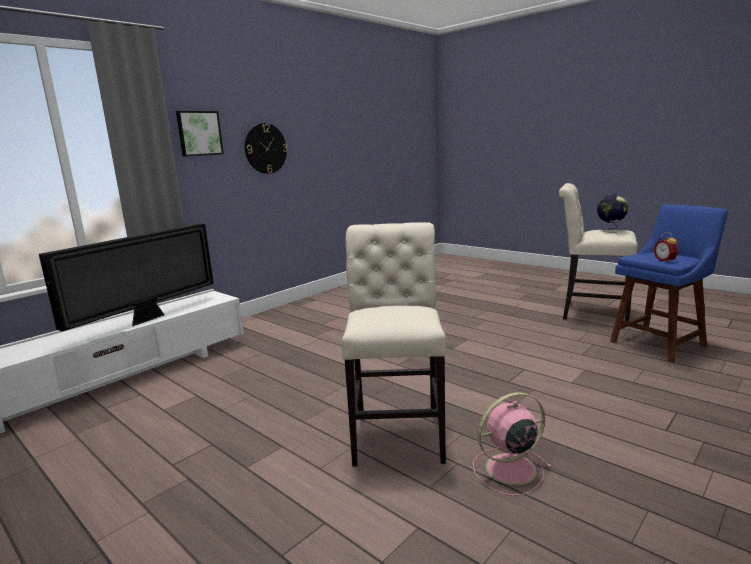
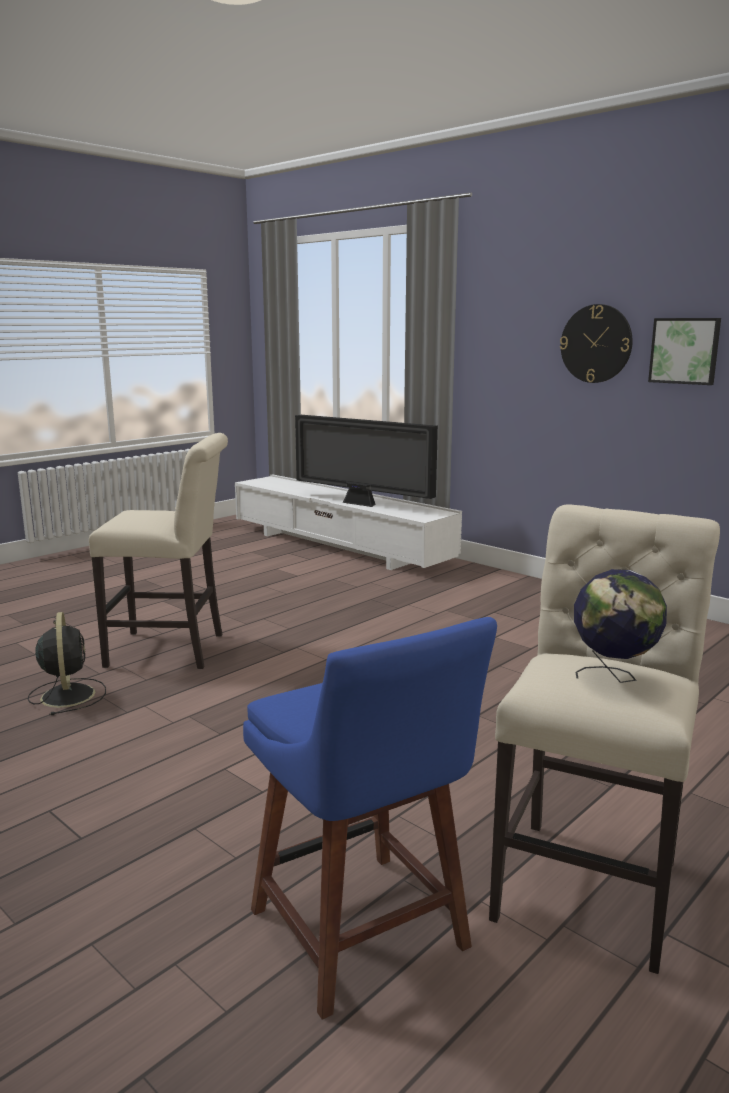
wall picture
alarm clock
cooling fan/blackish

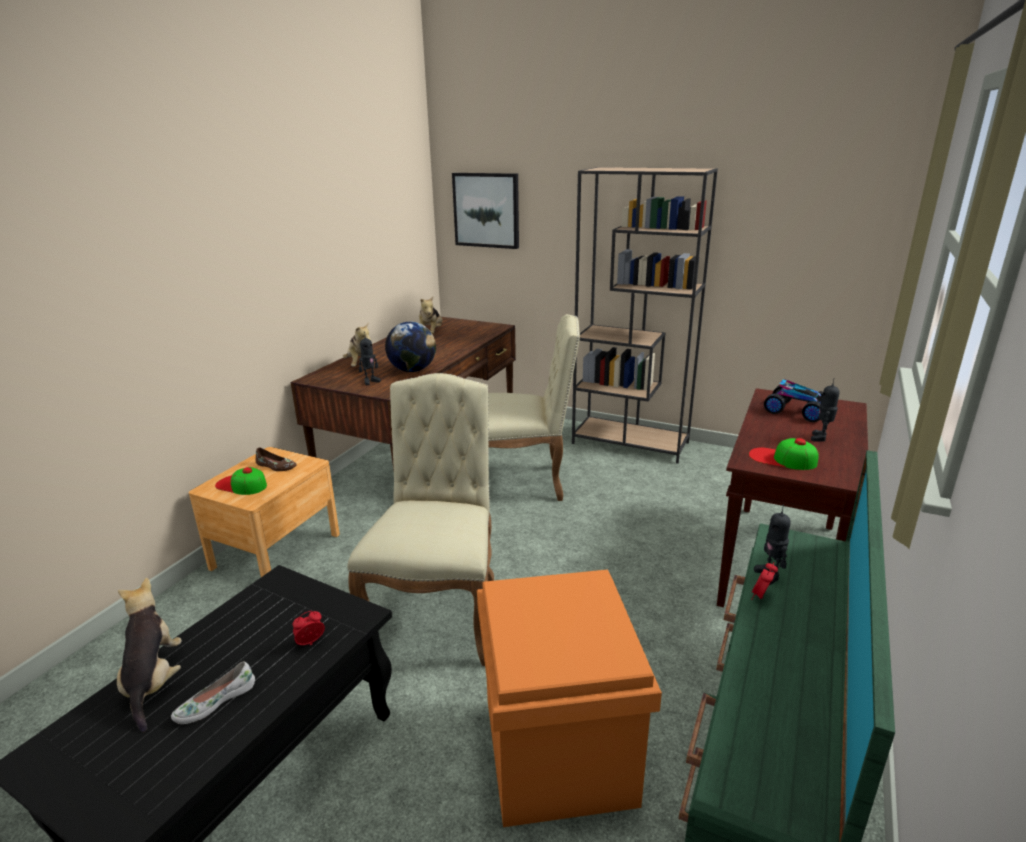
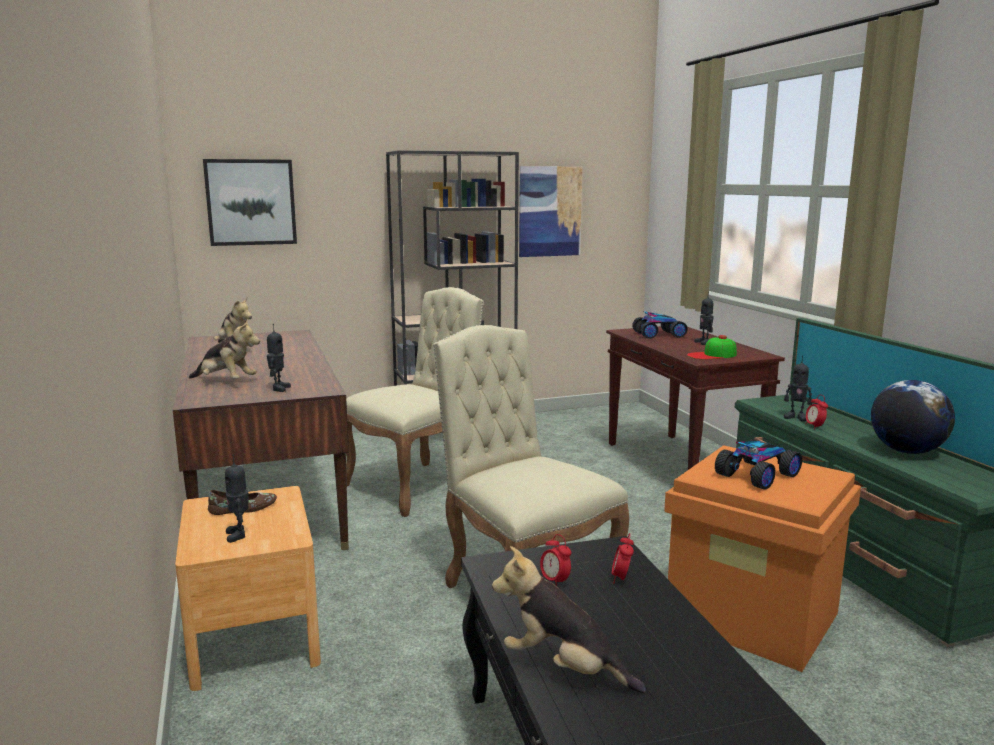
globe
toy robot (no. 1 from left)
shoe/white
wall picture (no. 2 from left)
model car (no. 2 from left)
alarm clock (no. 1 from left)

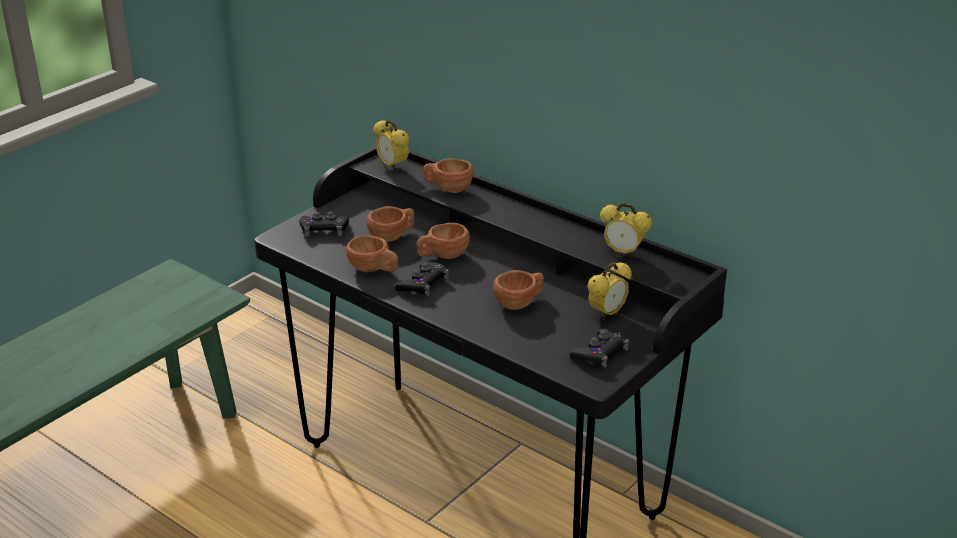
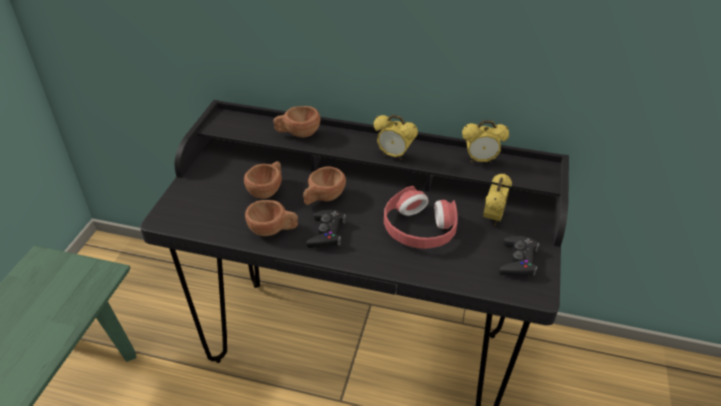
alarm clock (no. 1 from left)
joypad/blackish (no. 1 from left in the first image)
headset/red

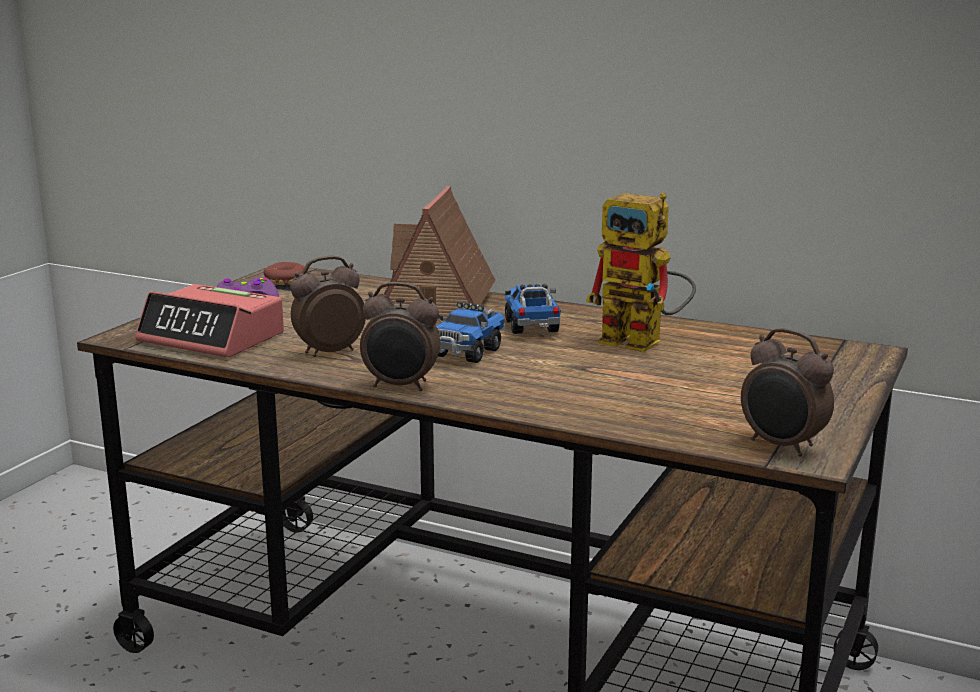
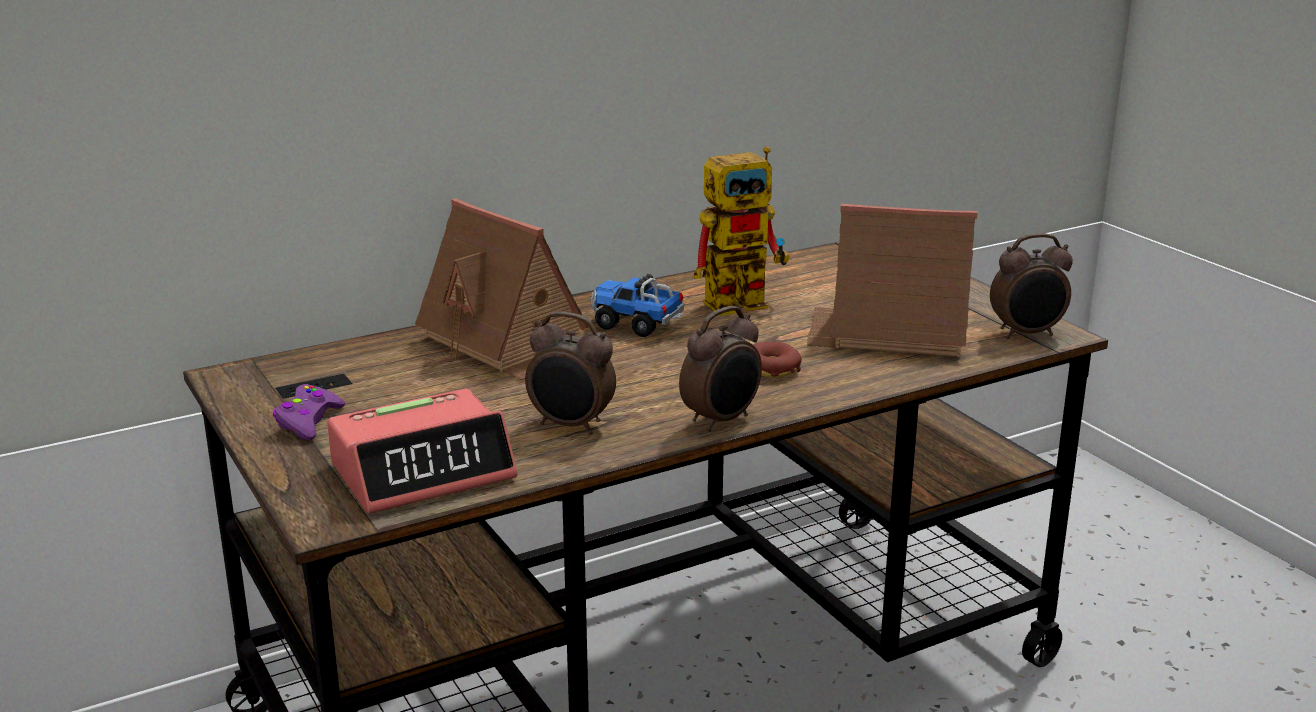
alarm clock (no. 2 from left)
ring doughnut
model truck (no. 1 from left in the first image)
model house (no. 2 from left)

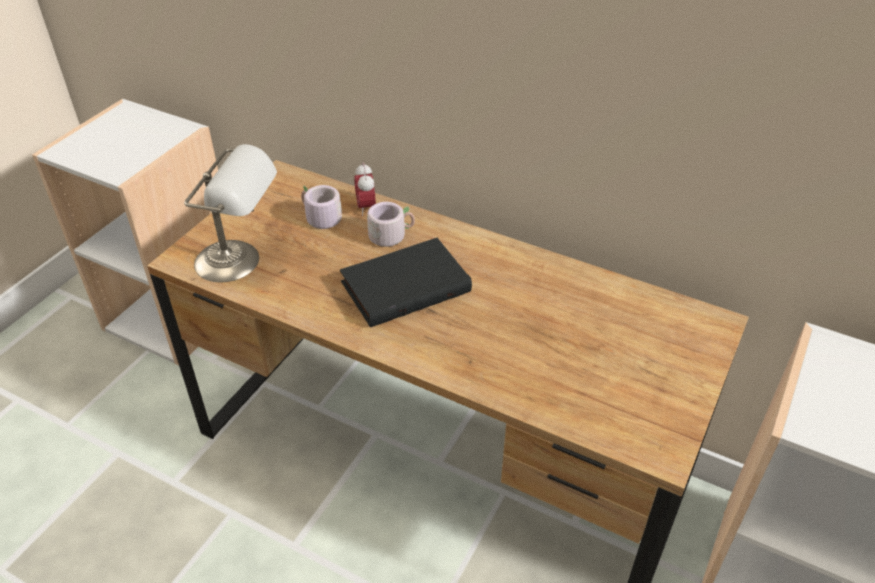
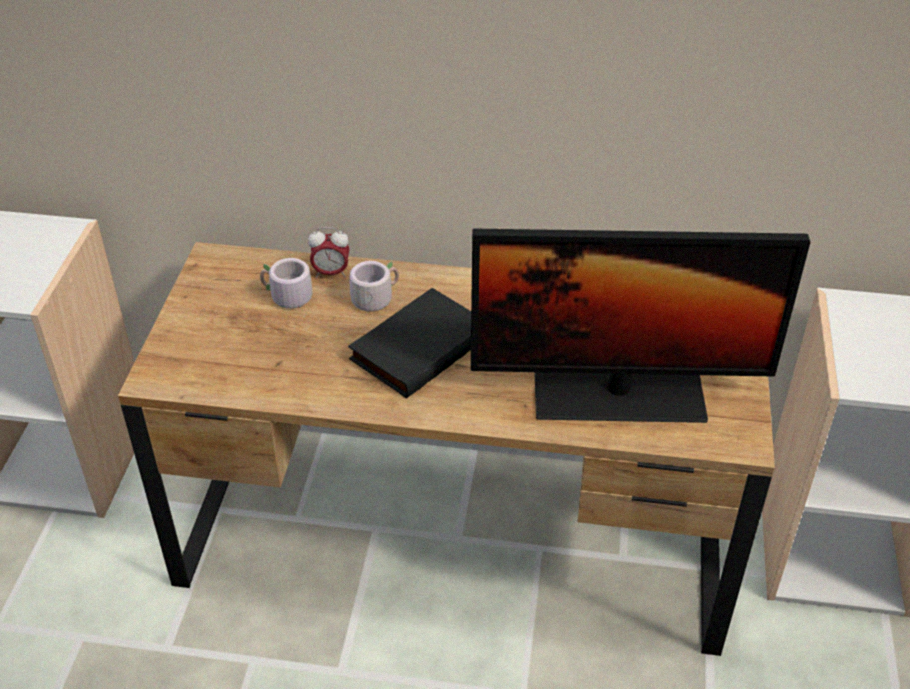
tabletop lamp/white
alarm clock
monitor

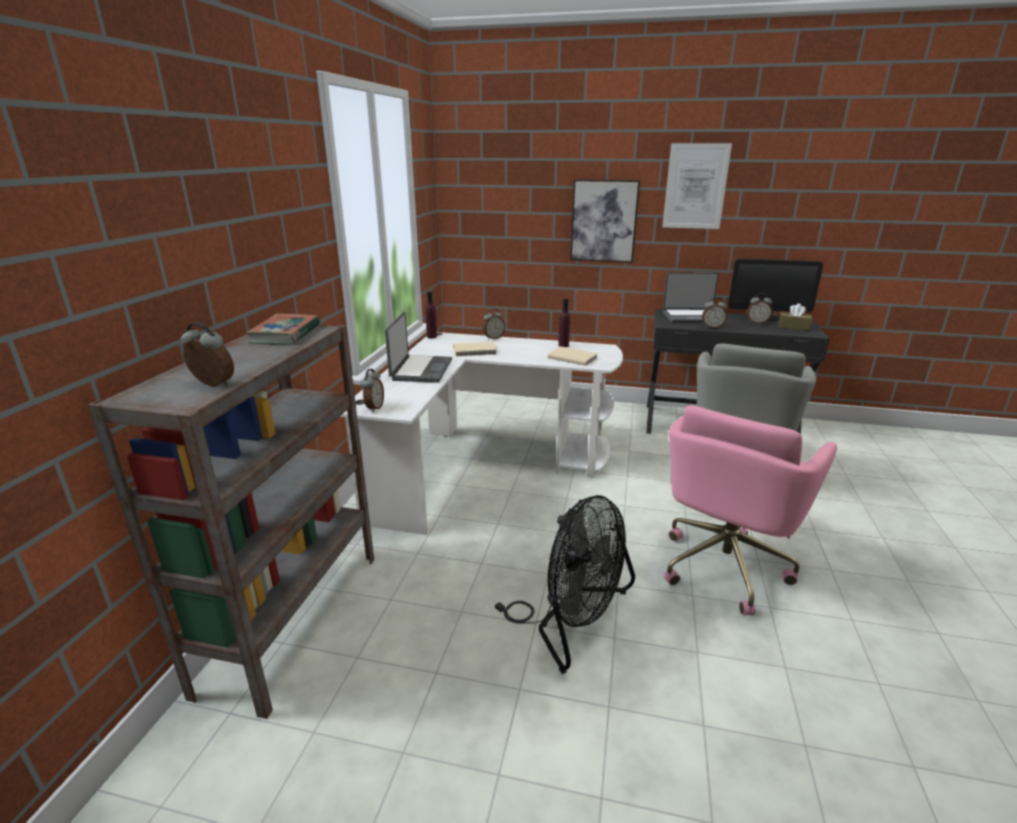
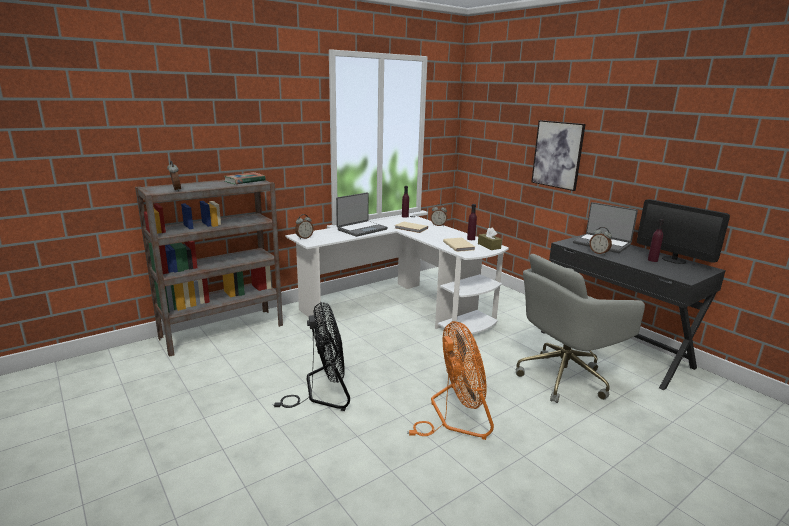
wall picture (no. 2 from left in the first image)
beverage bottle/purple-coloured (no. 3 from left)
tissue holder/brownish
cooling fan/orange
cooling fan/blackish

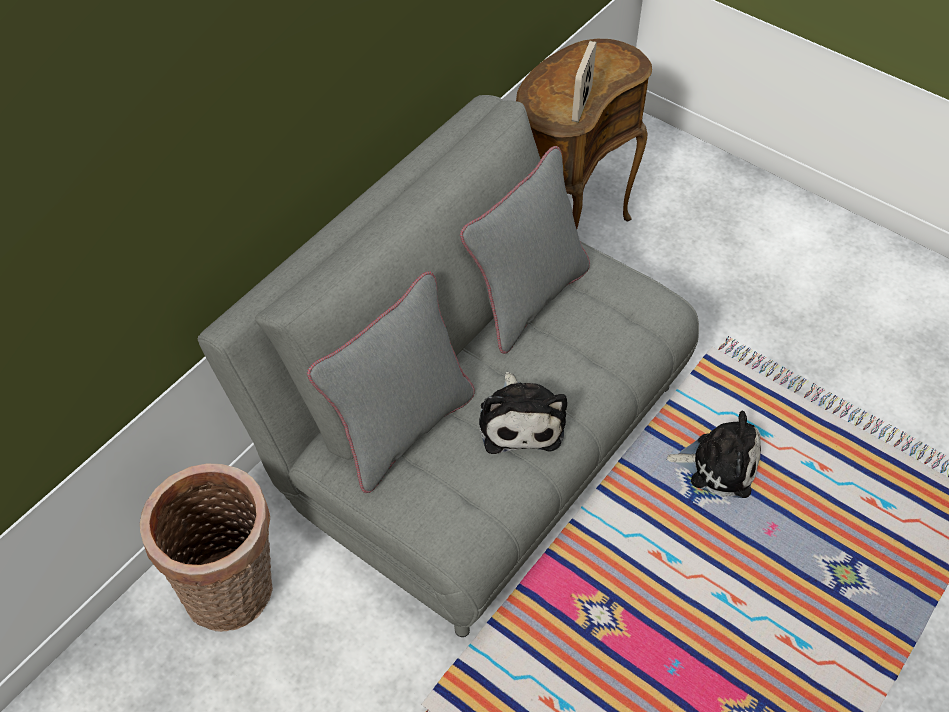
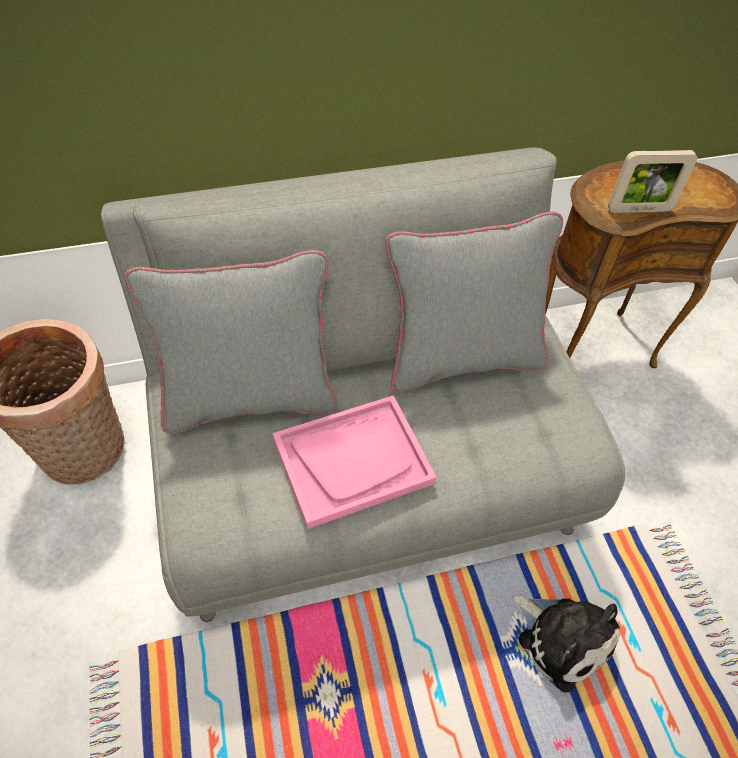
standing frame
serving tray/pinkish

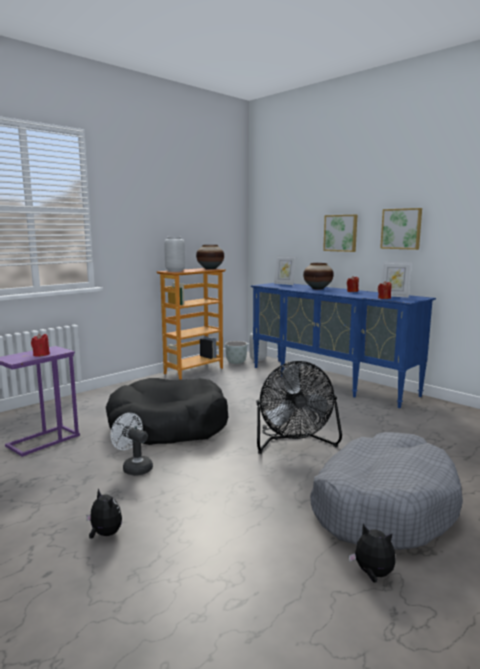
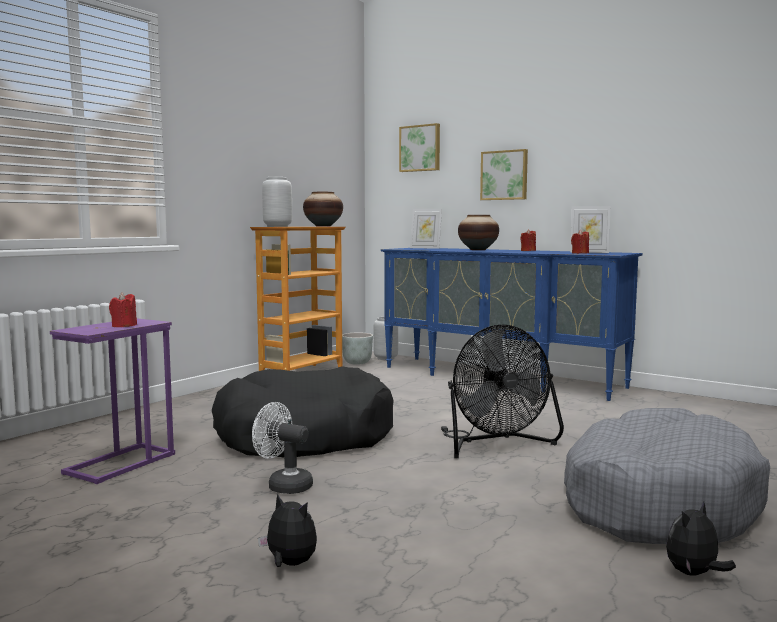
wall picture (no. 1 from left)
soft toy (no. 2 from left)

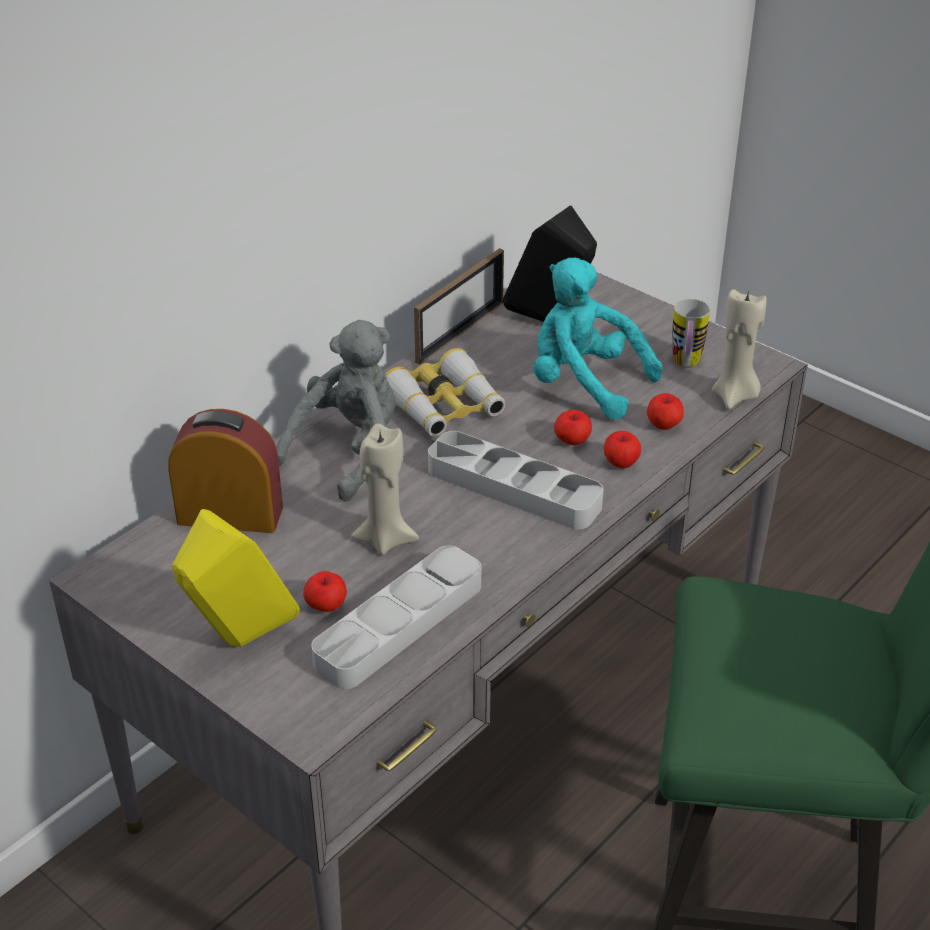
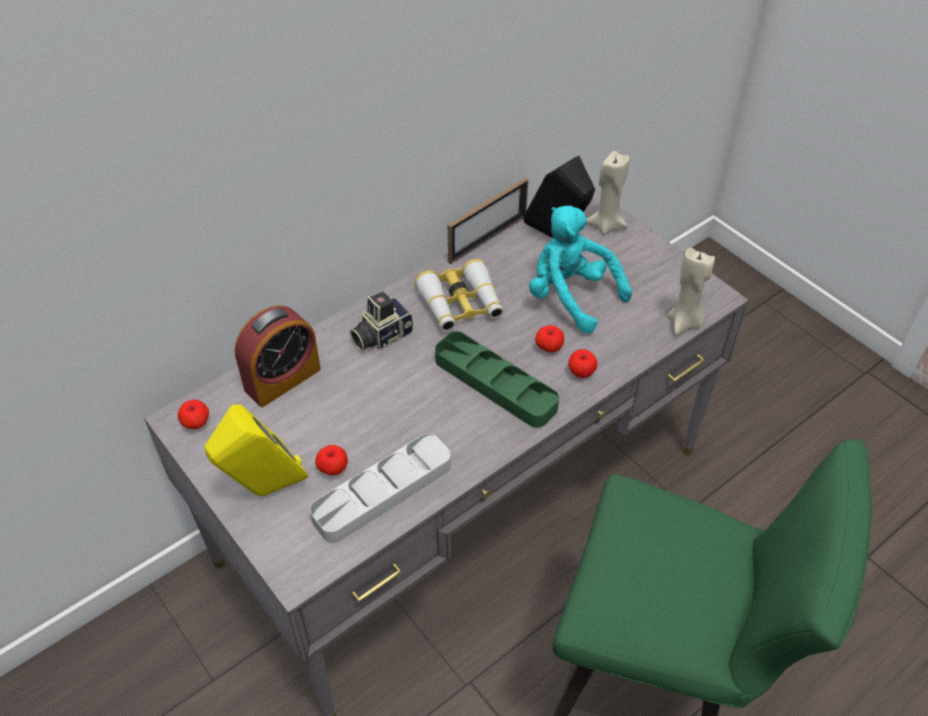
coffee mug
still camera
apple fruit (no. 1 from left)
alarm clock
wax light/sand-coloured (no. 1 from left)
serving tray/green

